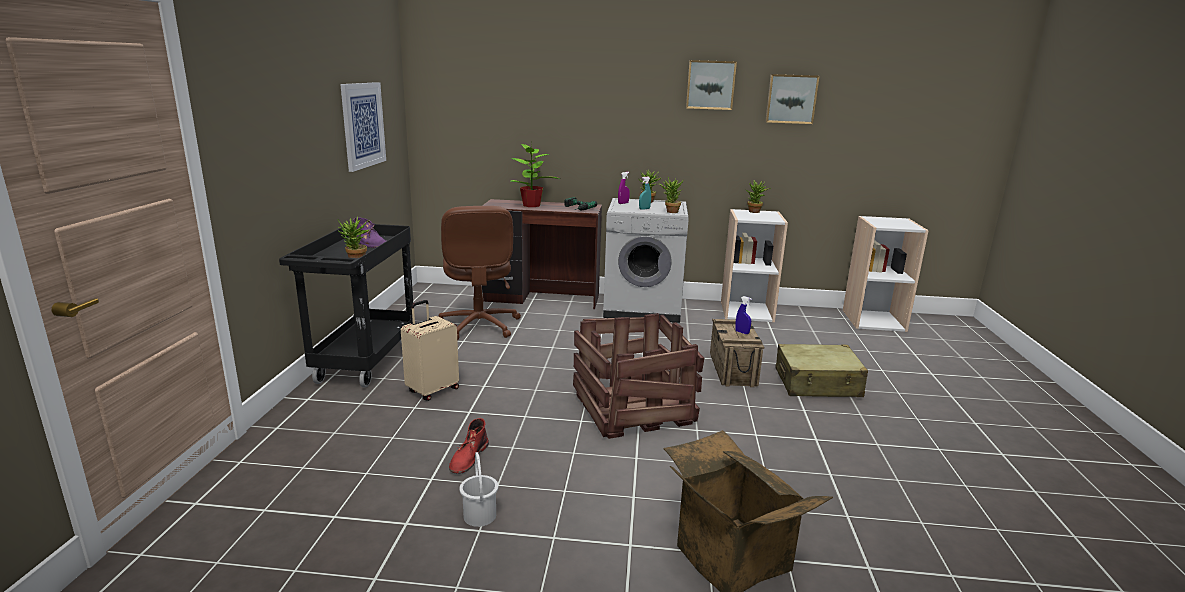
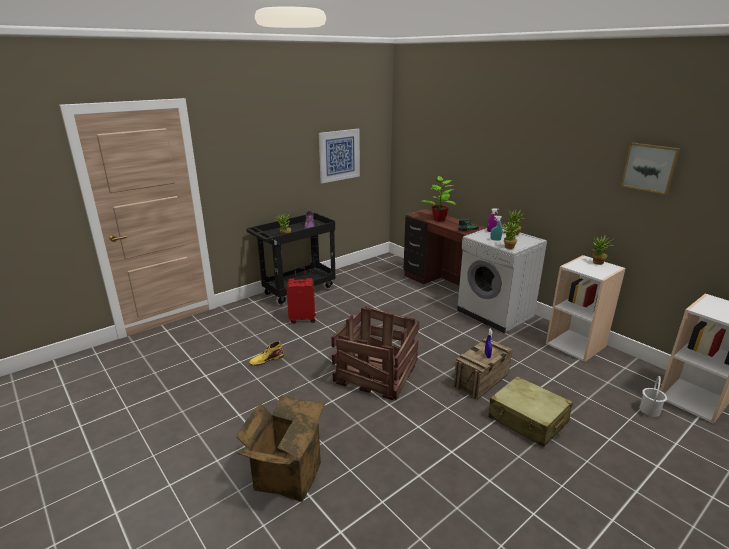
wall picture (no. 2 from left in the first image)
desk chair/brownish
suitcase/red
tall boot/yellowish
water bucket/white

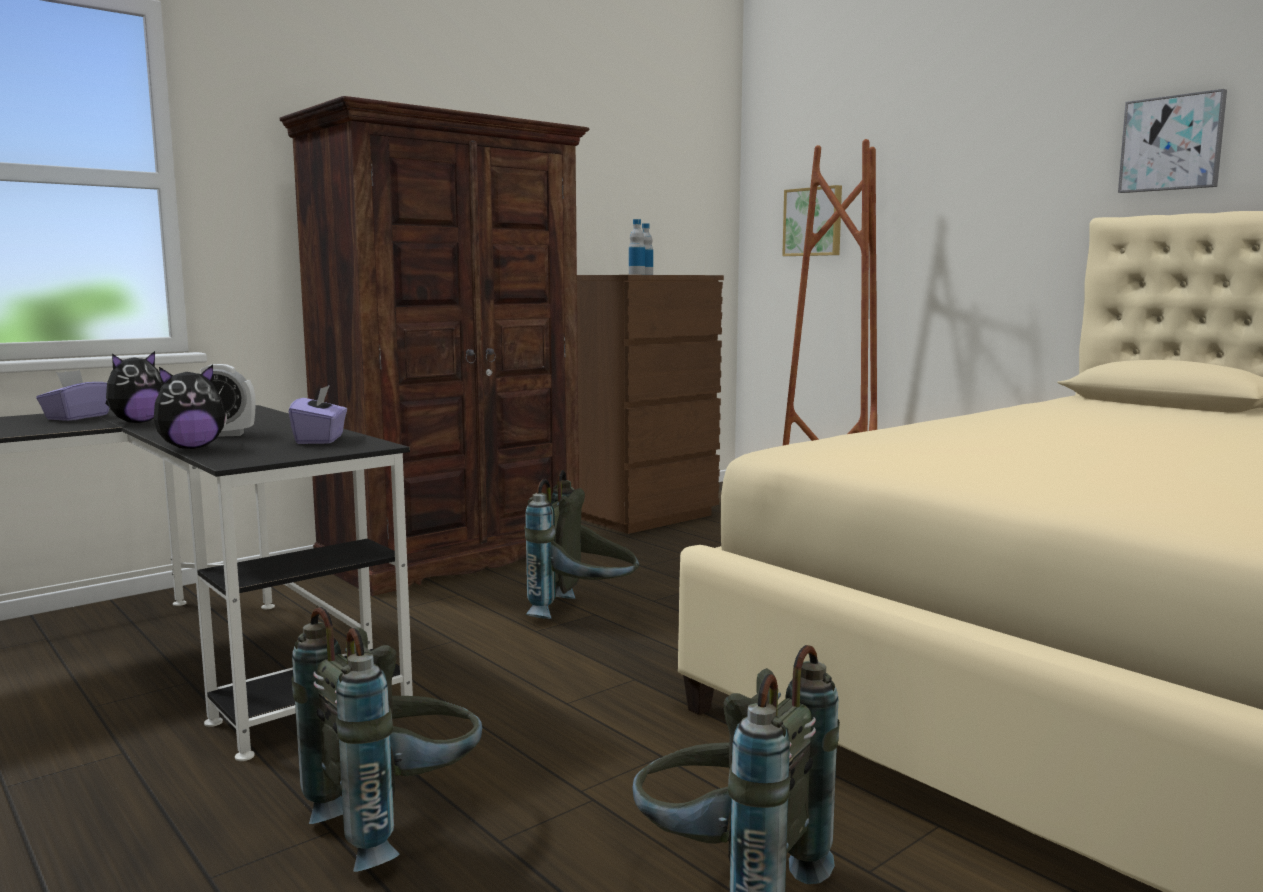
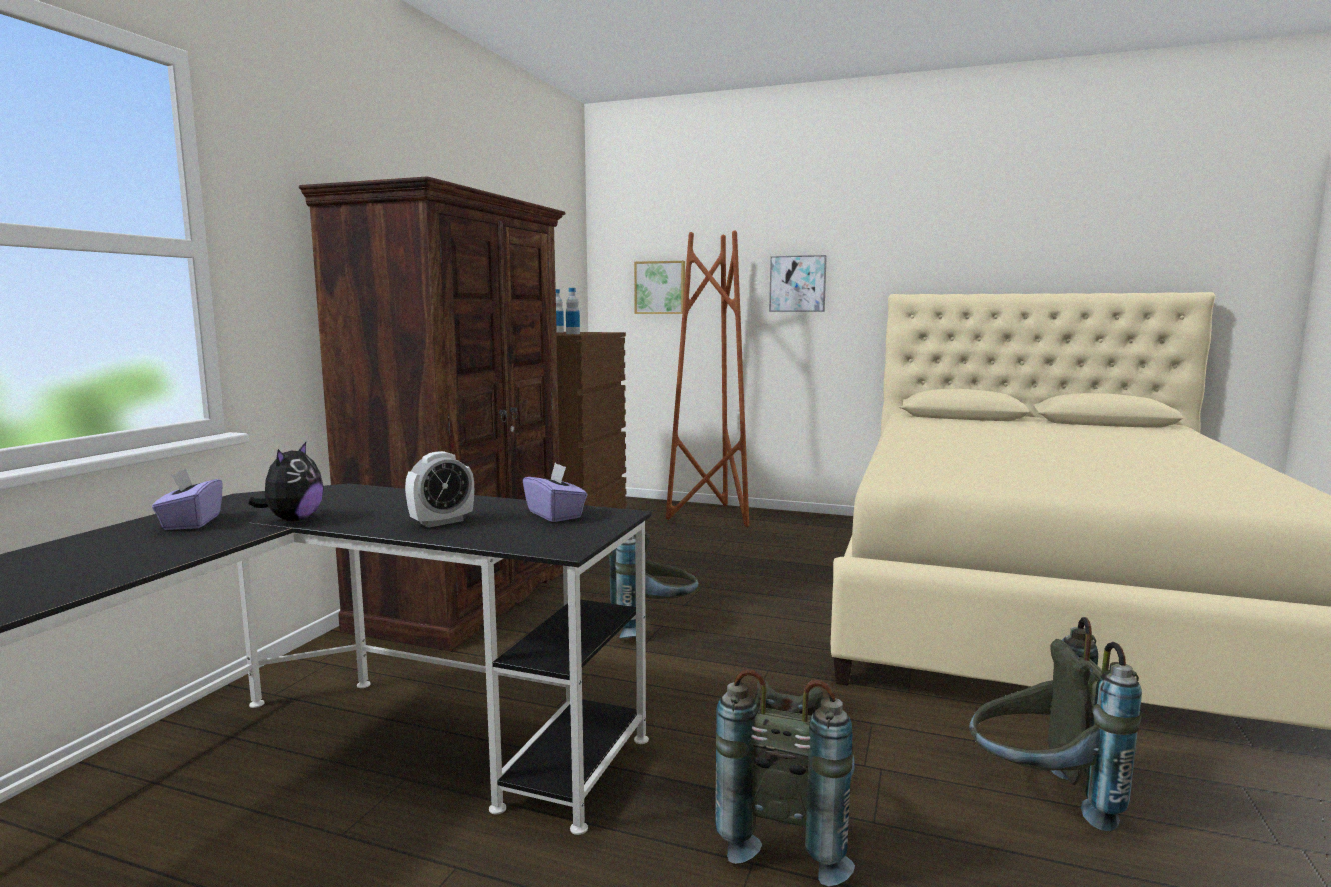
wall picture (no. 2 from left)
soft toy (no. 2 from left in the first image)

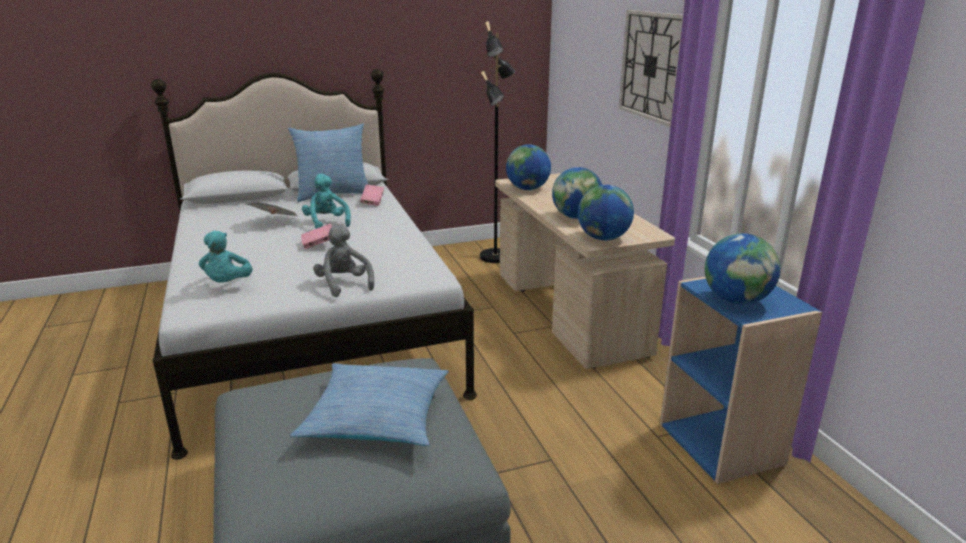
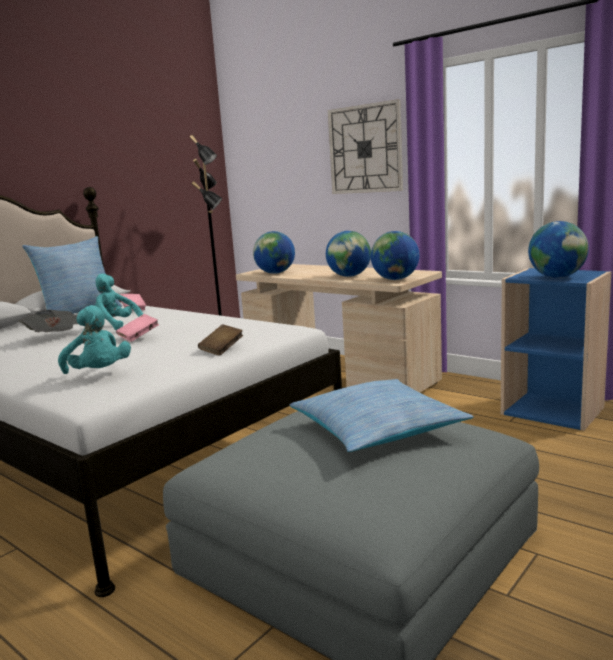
volume/brownish

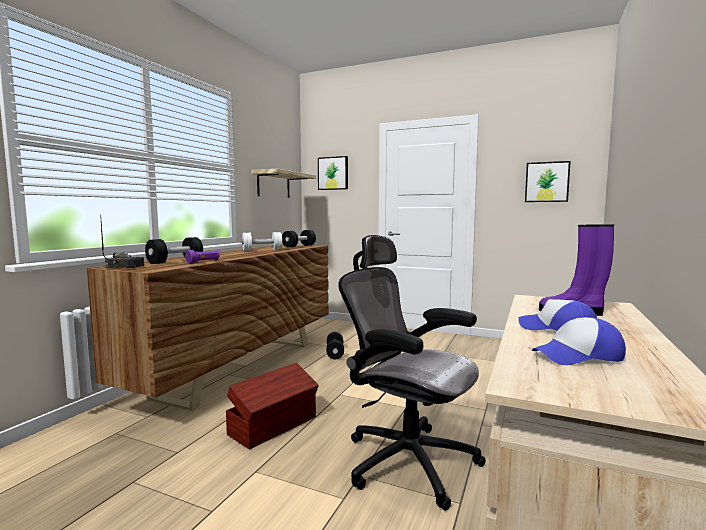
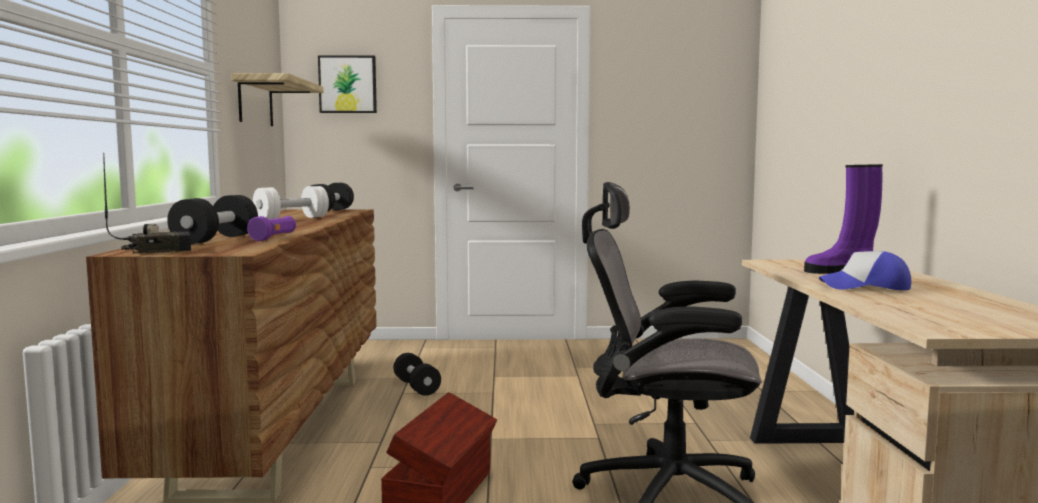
wall picture (no. 2 from left in the first image)
baseball cap (no. 2 from left in the first image)

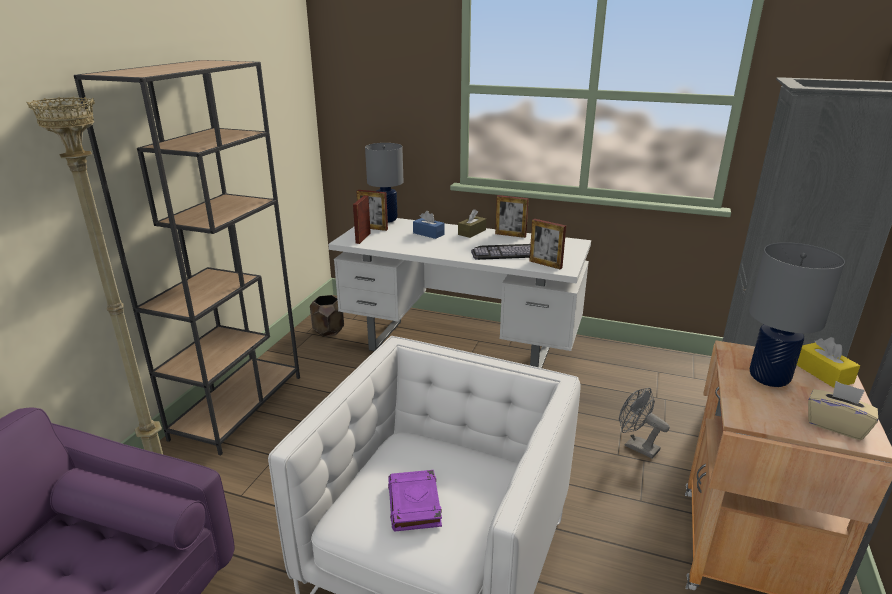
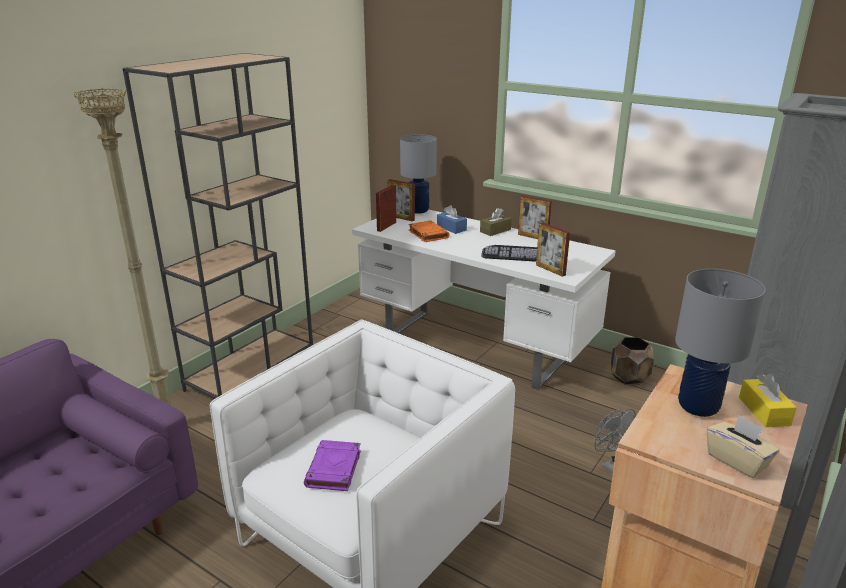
flower pot/brownish
volume/orange

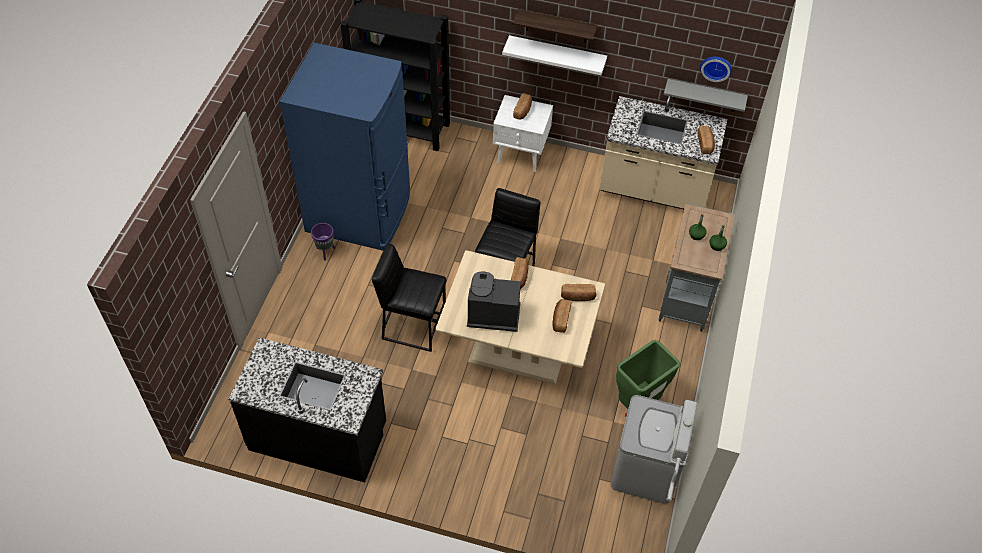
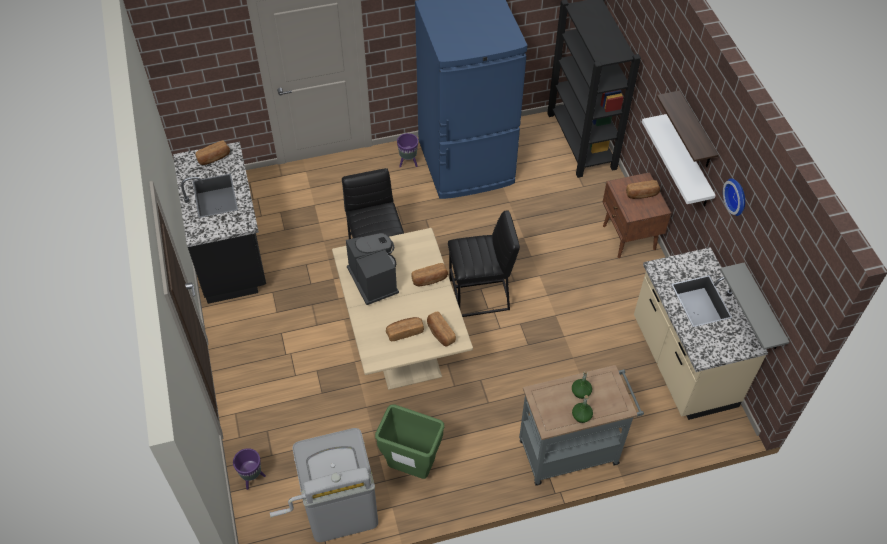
hanging clock
nightstand/brownish
bread (no. 1 from left)
flower pot/purple-coloured (no. 1 from left)

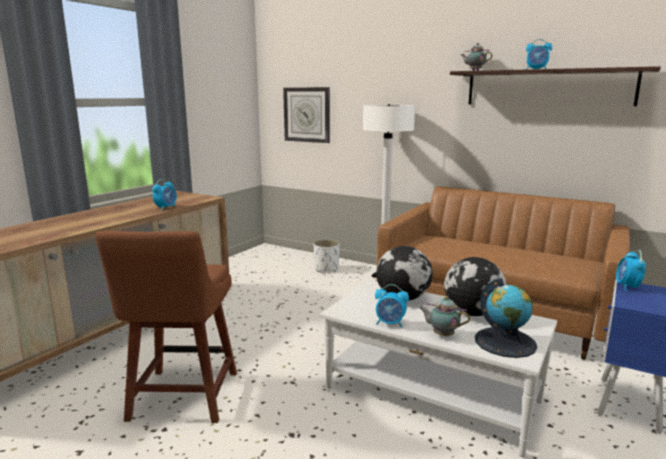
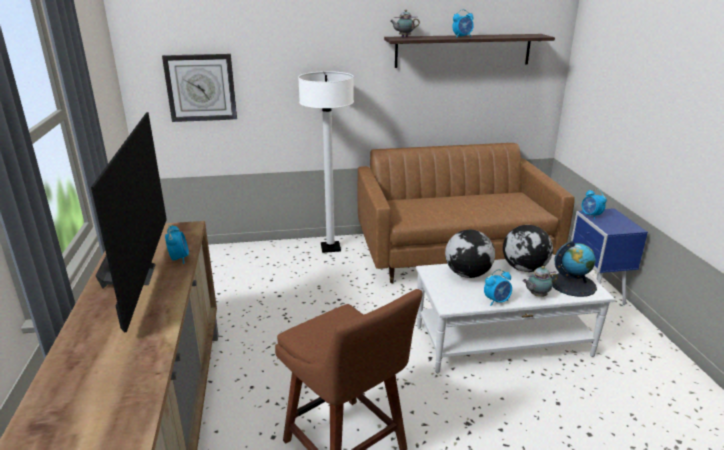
flower pot/white
TV

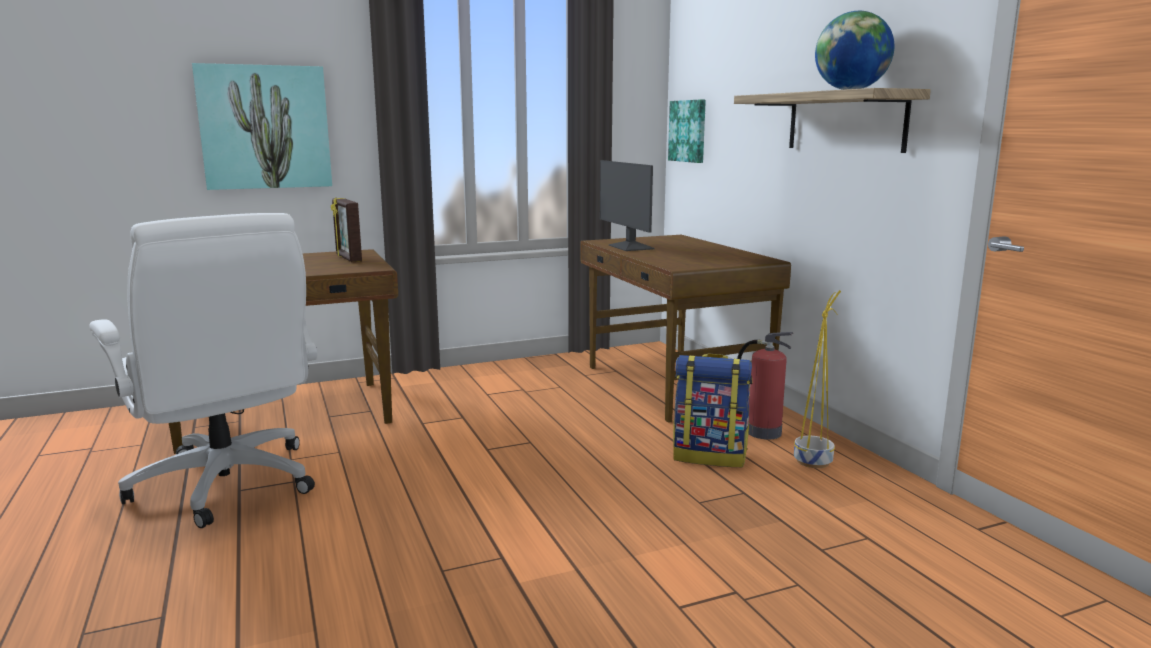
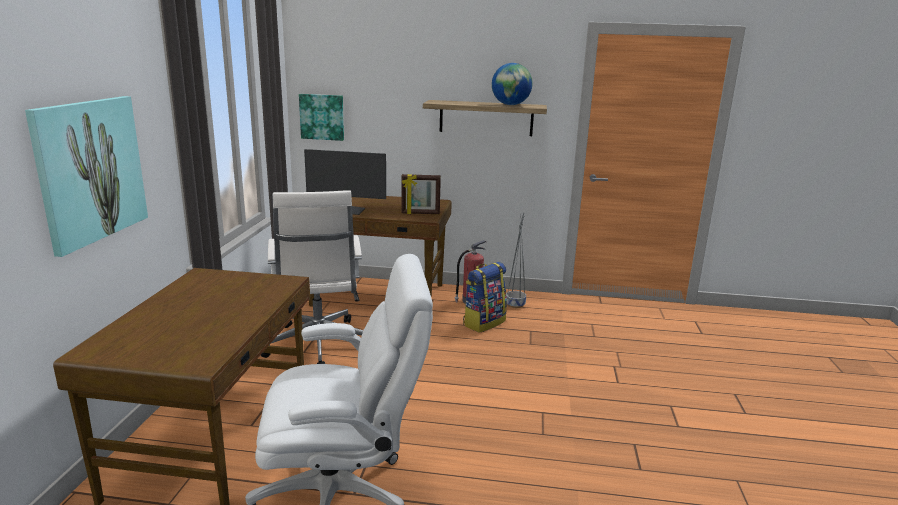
standing frame
flower pot/greyish
desk chair/white (no. 1 from left)

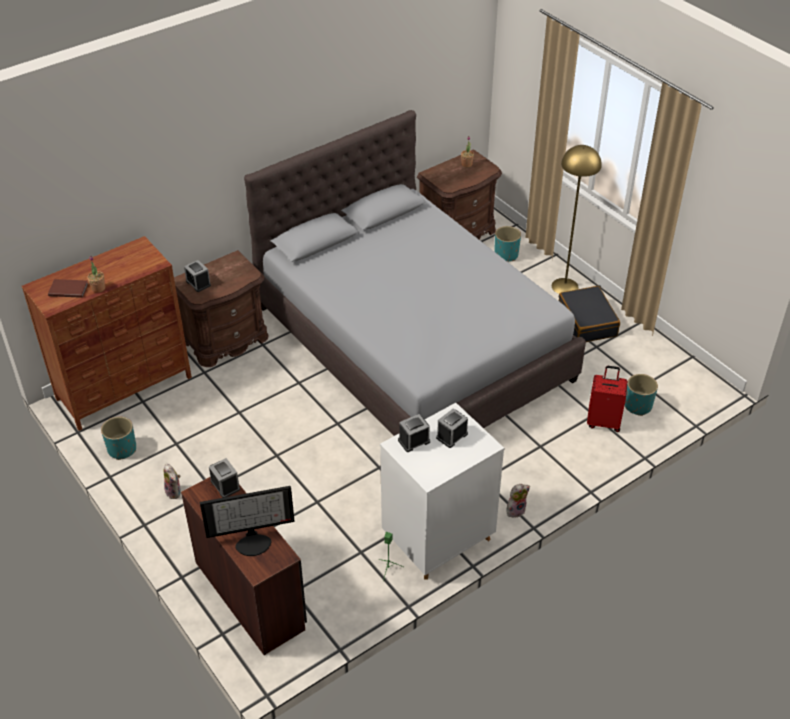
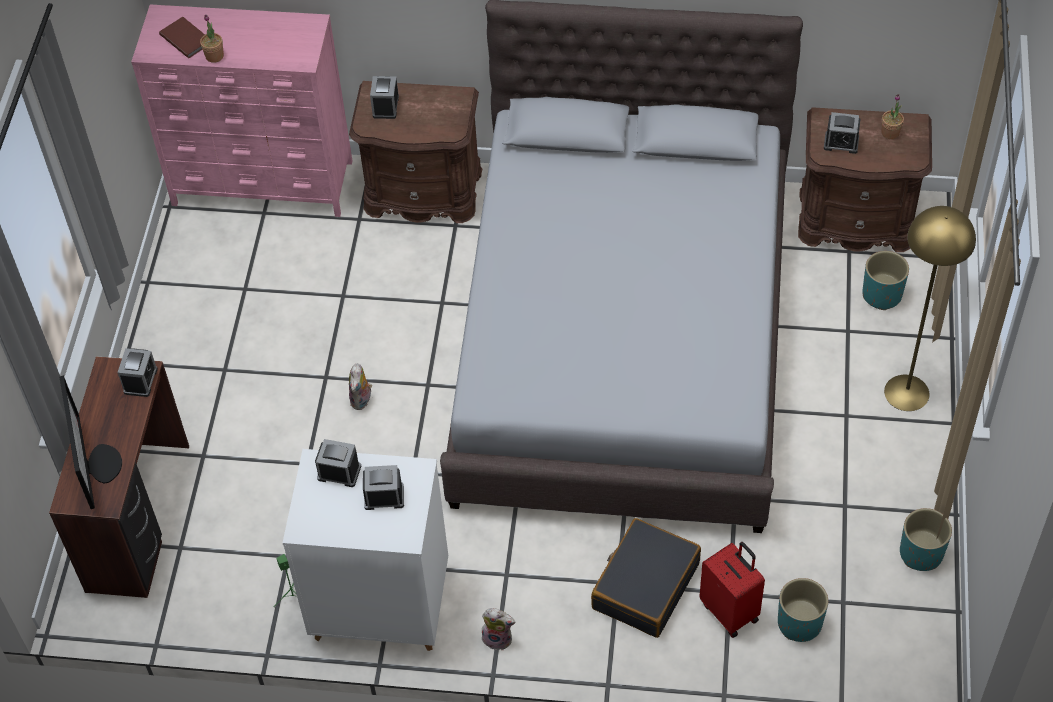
drawer chest/pinkish
suitcase/blackish
flower pot/turquoise-coloured (no. 3 from left)
soft toy (no. 1 from left)
monitor
alarm clock (no. 5 from left)

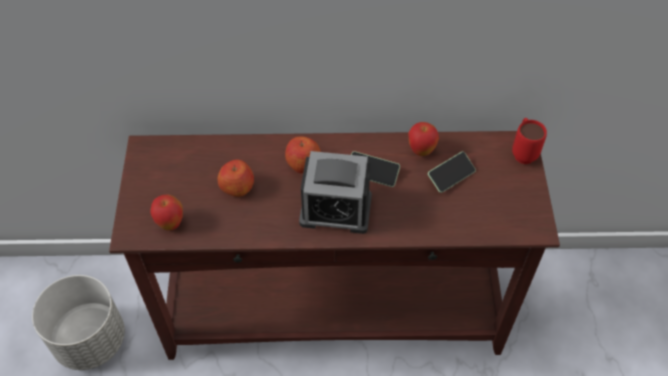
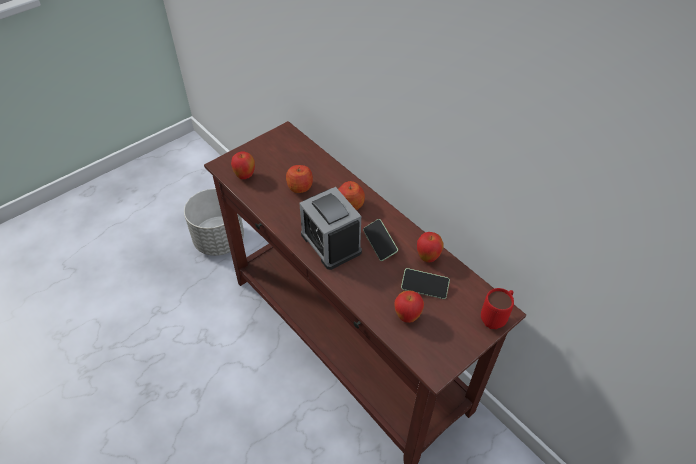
apple fruit (no. 4 from left)

